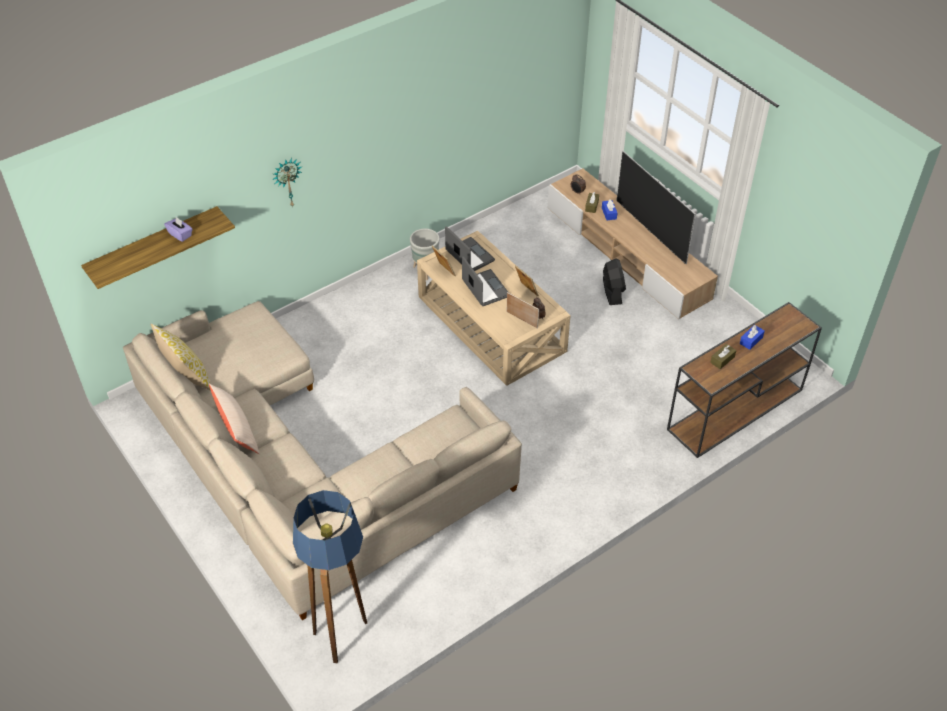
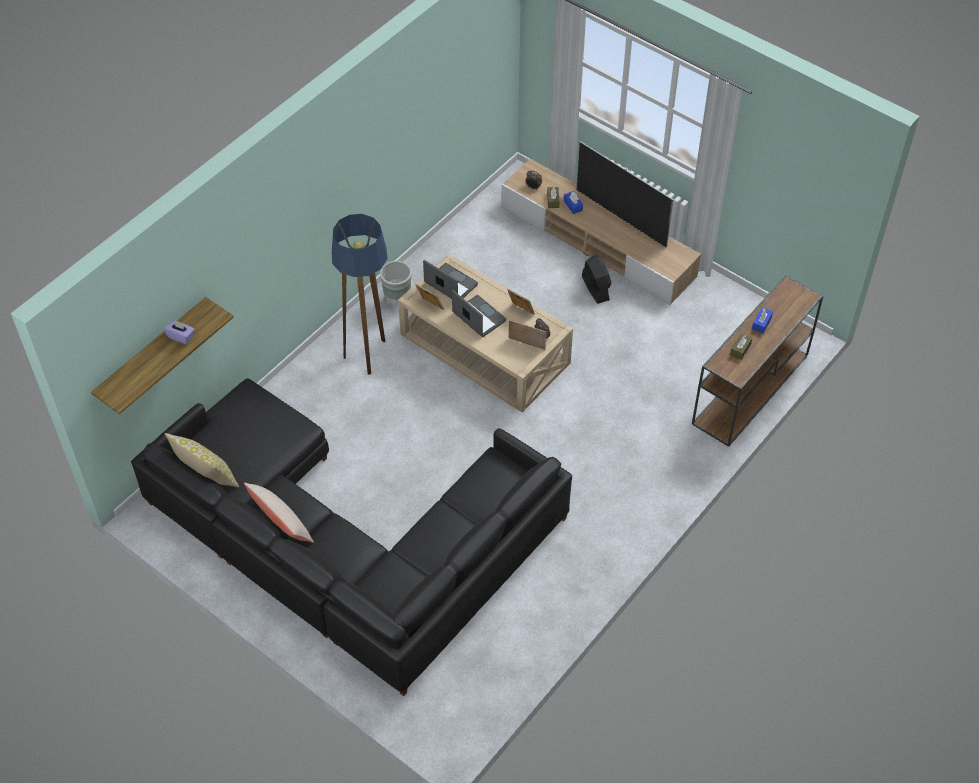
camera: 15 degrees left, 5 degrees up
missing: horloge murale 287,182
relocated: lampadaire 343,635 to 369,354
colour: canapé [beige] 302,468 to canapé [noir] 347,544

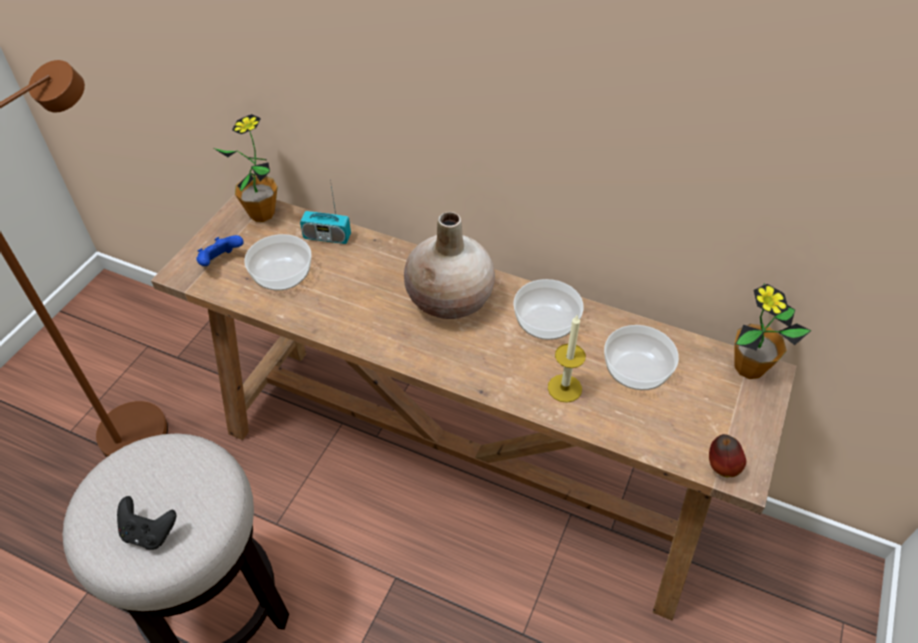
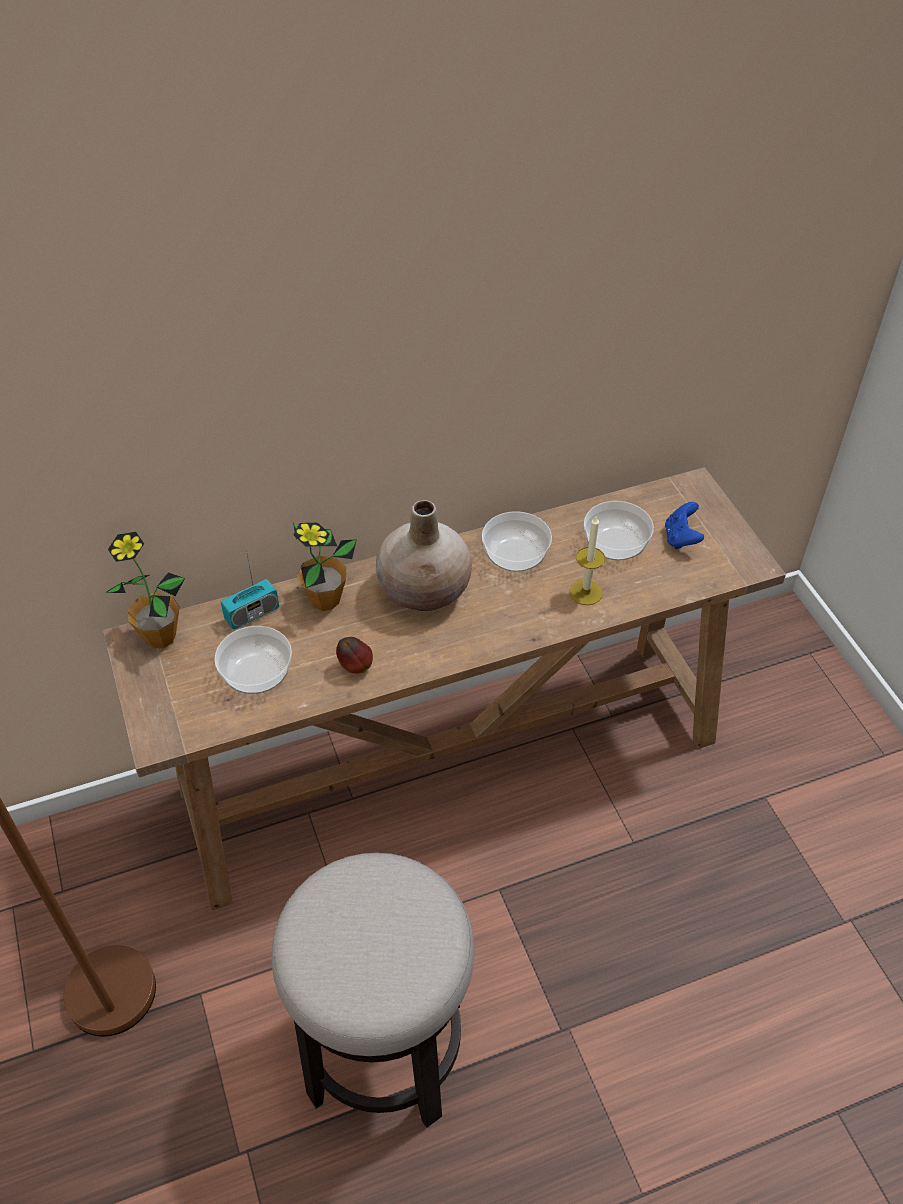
camera: 45 degrees left, 0 degrees up
missing: manette [noir] 149,533
relocated: manette [bleu] 221,262 to 681,538; pomme 721,467 to 355,668; plante en pot 749,368 to 325,600

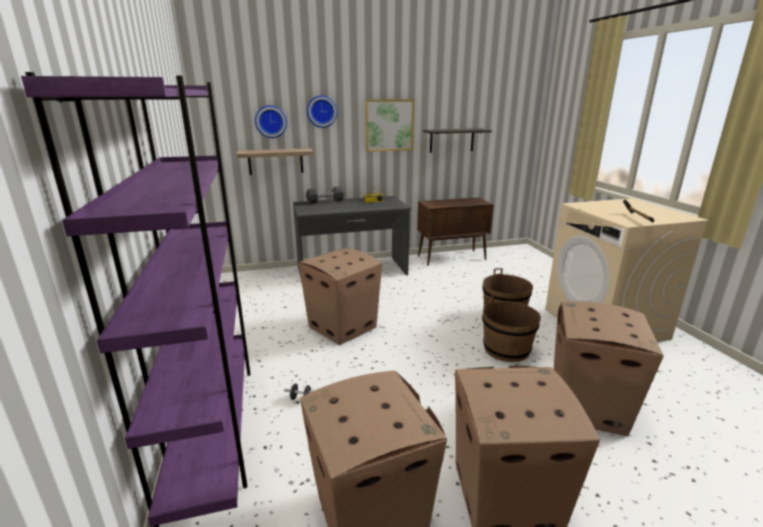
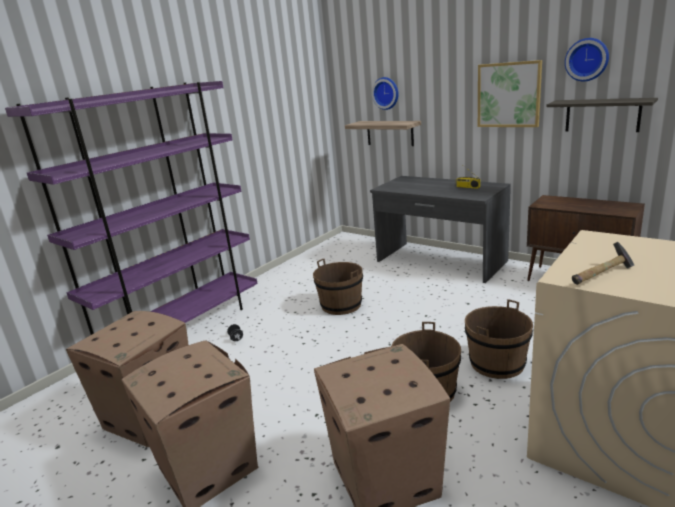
camera: 55 degrees right, 0 degrees up
missing: haltère [noir] 325,201
relocated: horloge murale 321,111 to 587,59
exchanged: carton 341,327 to seau [marron] 341,305

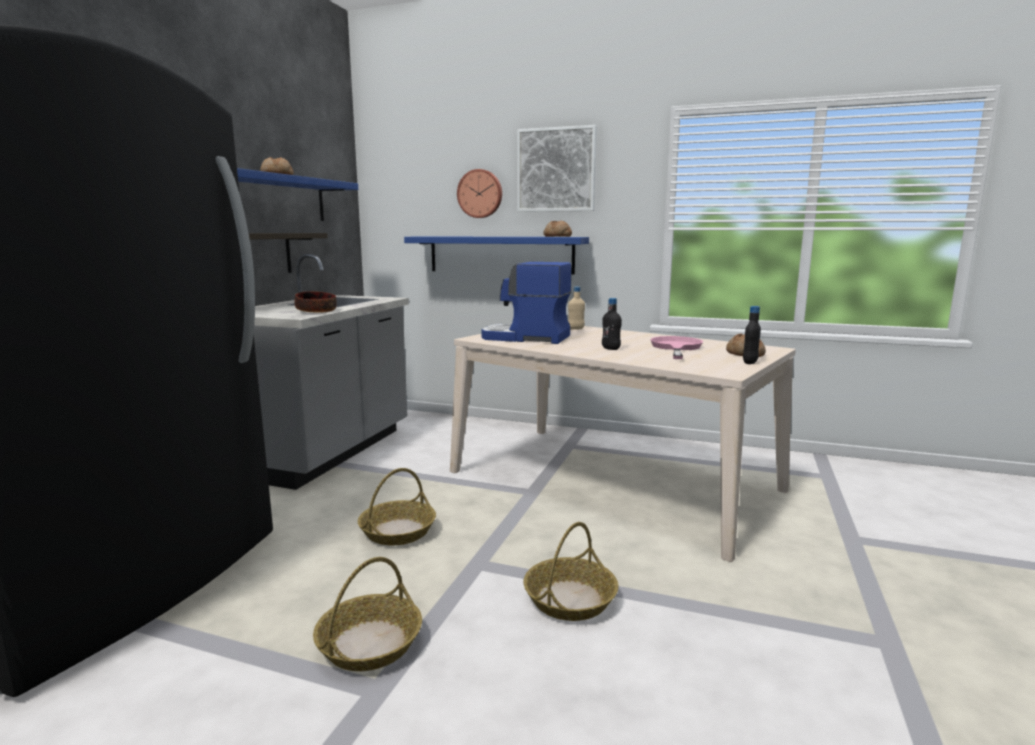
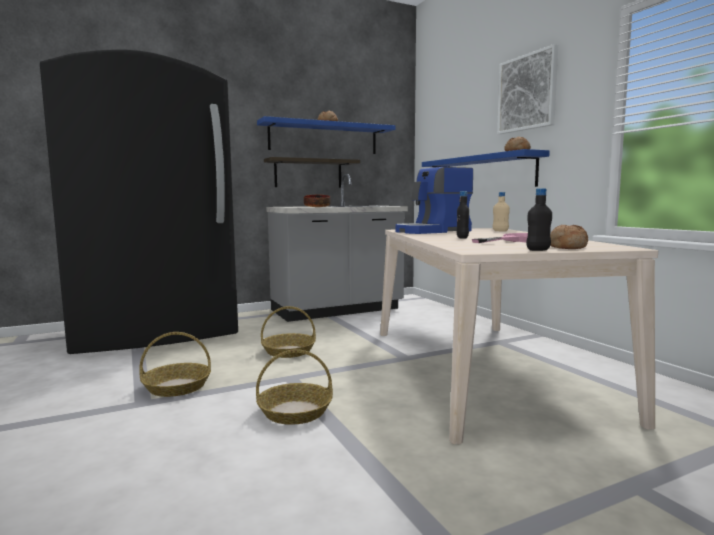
camera: 45 degrees right, 5 degrees down
missing: horloge murale 480,194
spun: machine à café 525,338 = 433,231 90 degrees counterclockwise

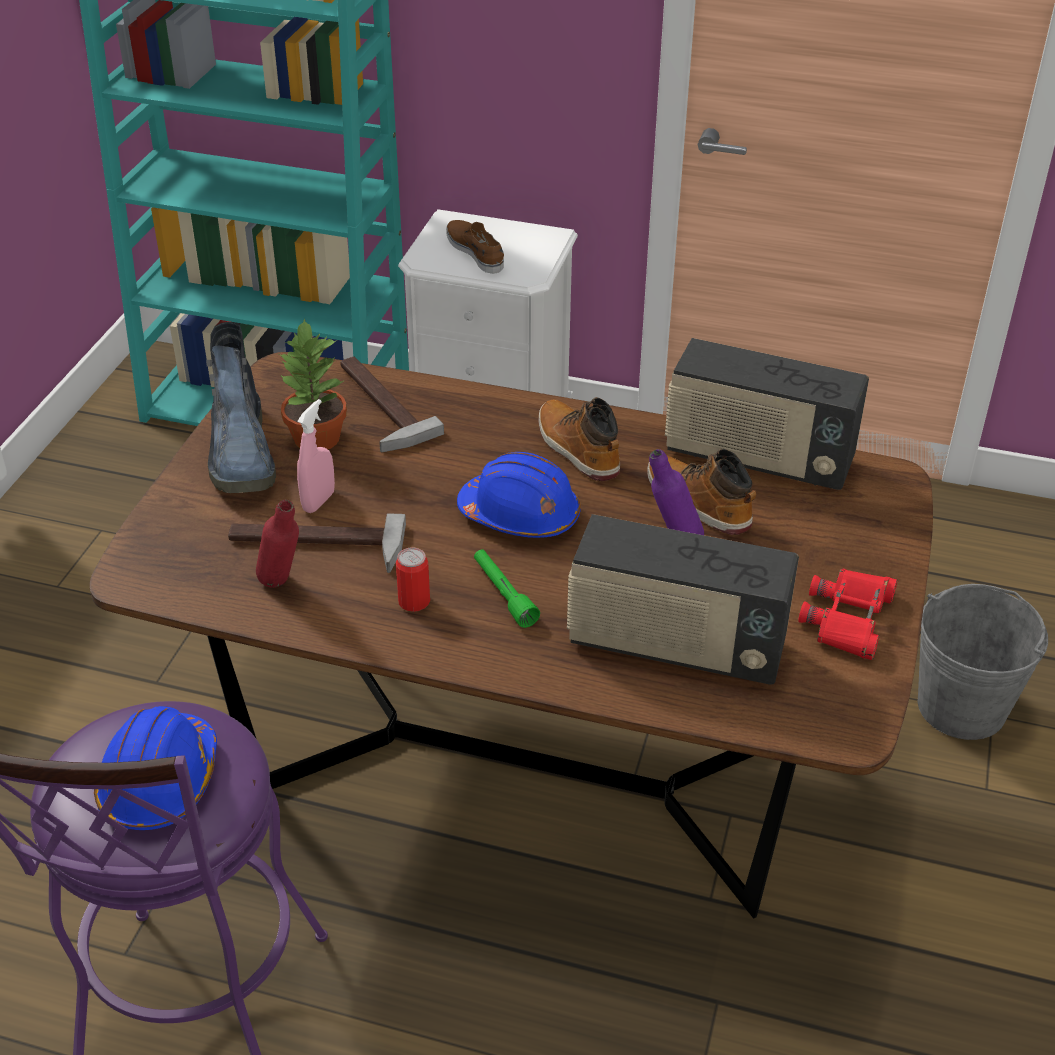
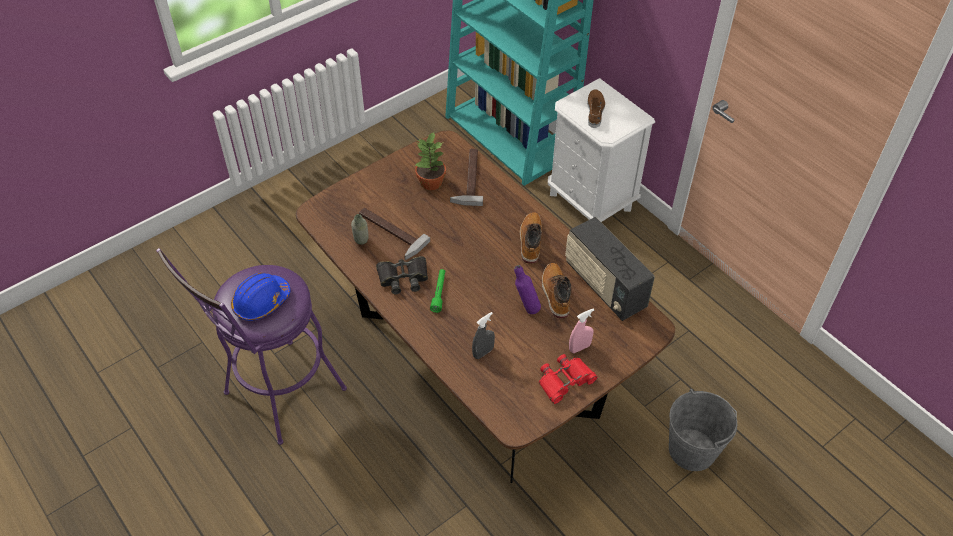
camera: 35 degrees right, 10 degrees up
missing: botte 242,455; casque de chantier [bleu] 520,515
relocated: vaporisateur [rose] 318,501 to 579,348
exchanged: boîte métallique 414,601 to jumelles [noir] 403,278; radio 675,646 to vaporisateur [gris] 483,352
colour: bouteille [rouge] 283,587 to bouteille [gris] 362,245

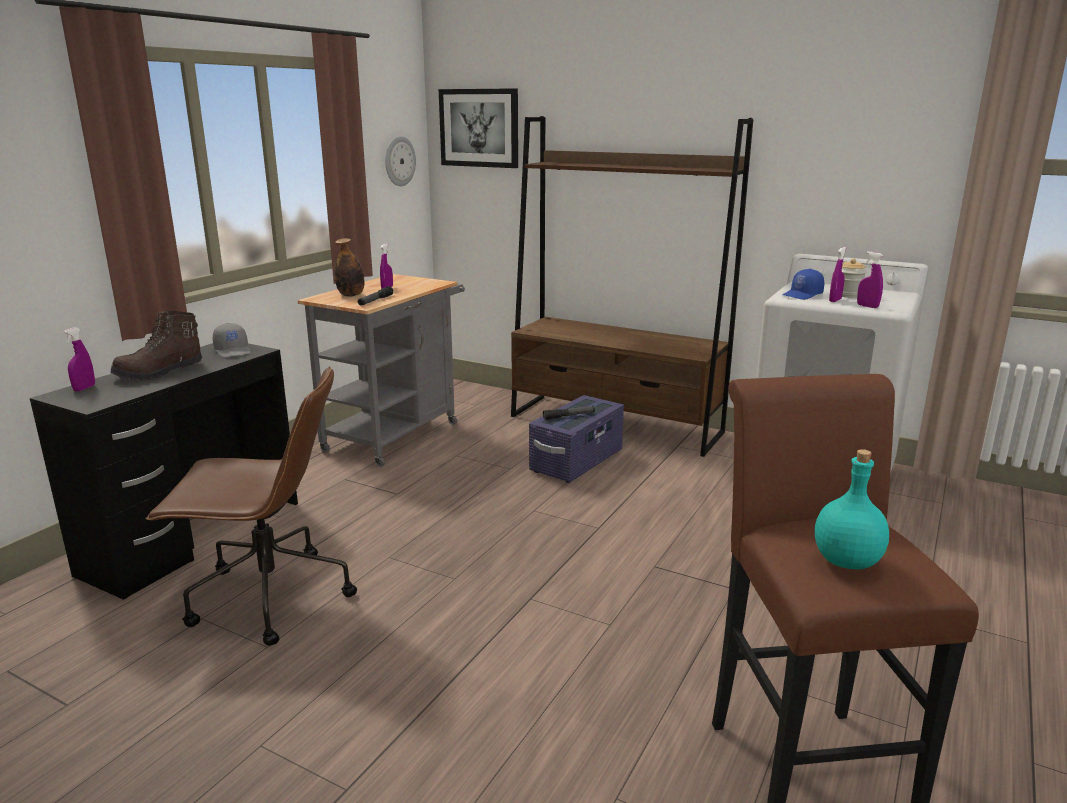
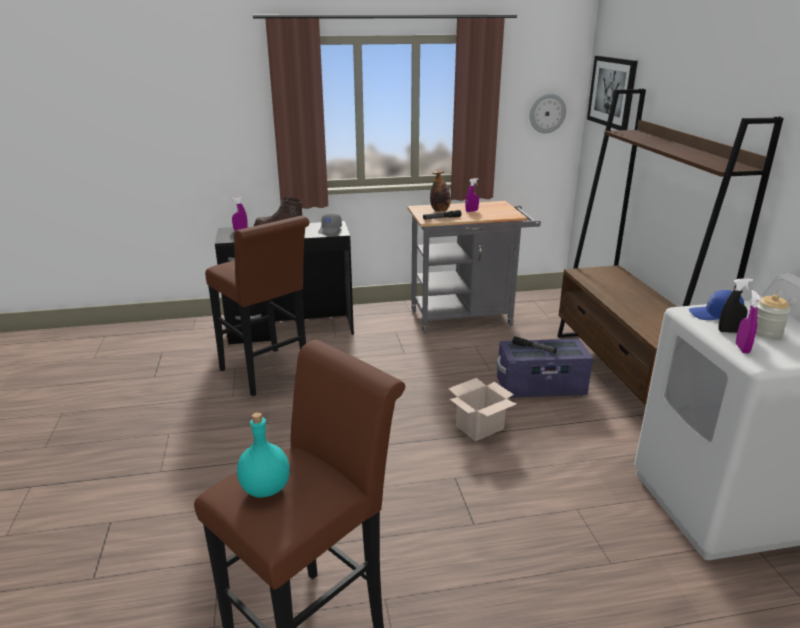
camera: 50 degrees right, 5 degrees up
appeared: carton 480,427
exchanged: chaise de bureau [marron] 268,597 to tabouret [marron] 268,374
colour: vaporisateur [violet] 835,300 to vaporisateur [noir] 729,331

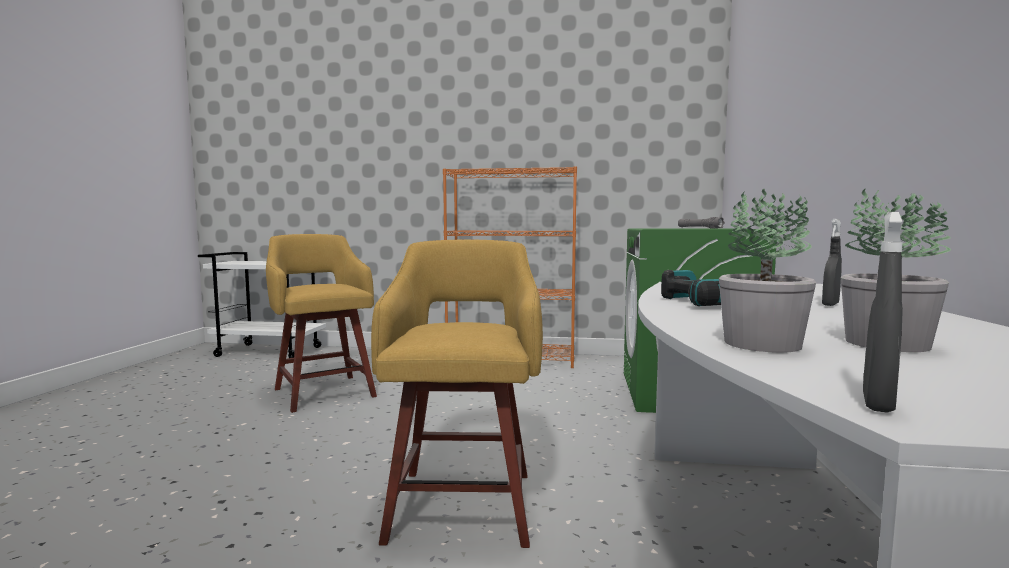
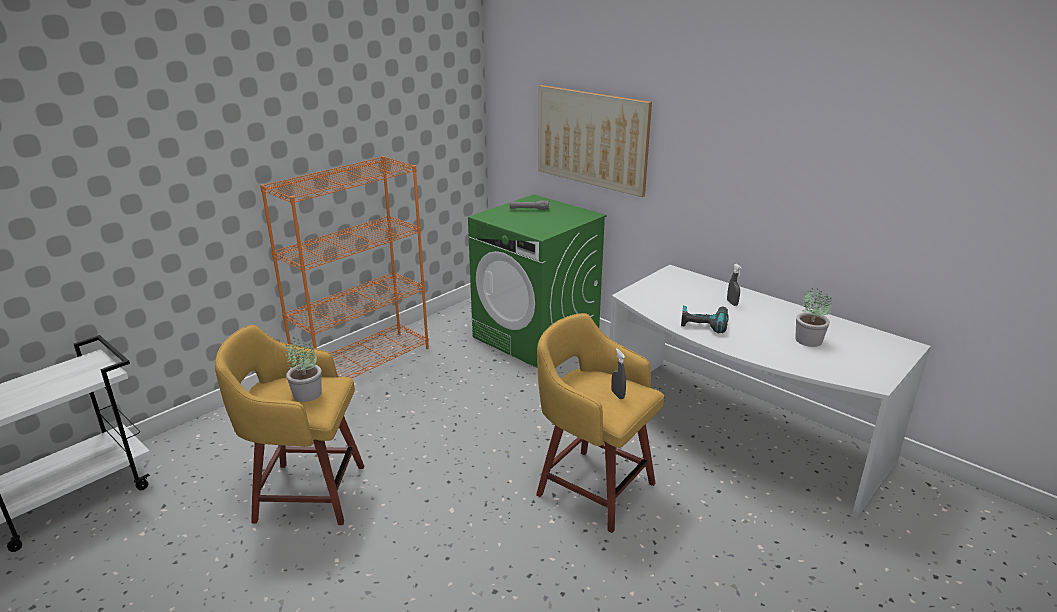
camera: 55 degrees left, 20 degrees up
appeared: tableau 591,138
relocated: plante en pot 760,343 to 306,394; vaporisateur [gris] 877,403 to 617,395

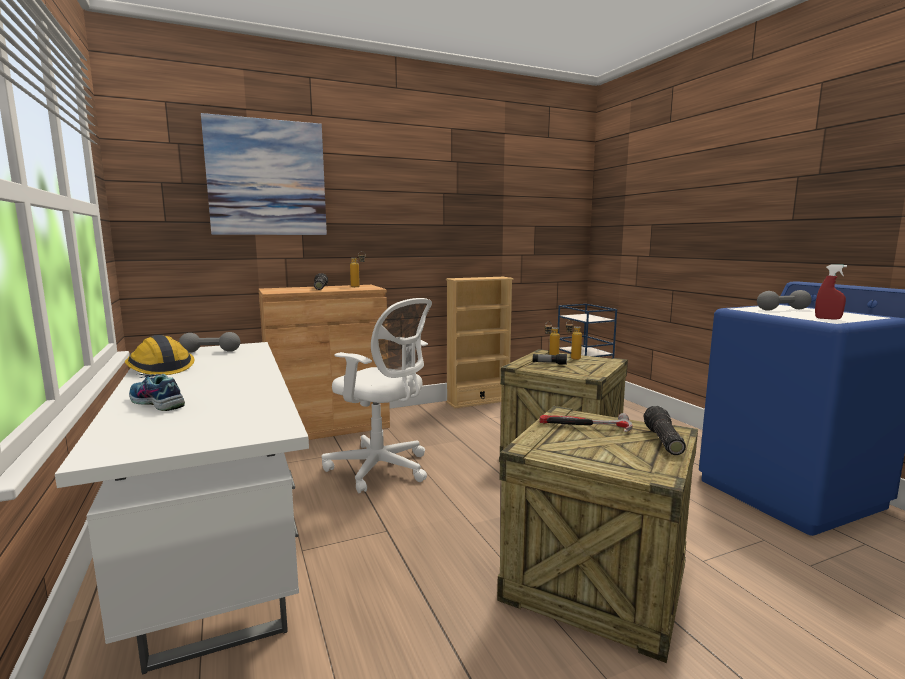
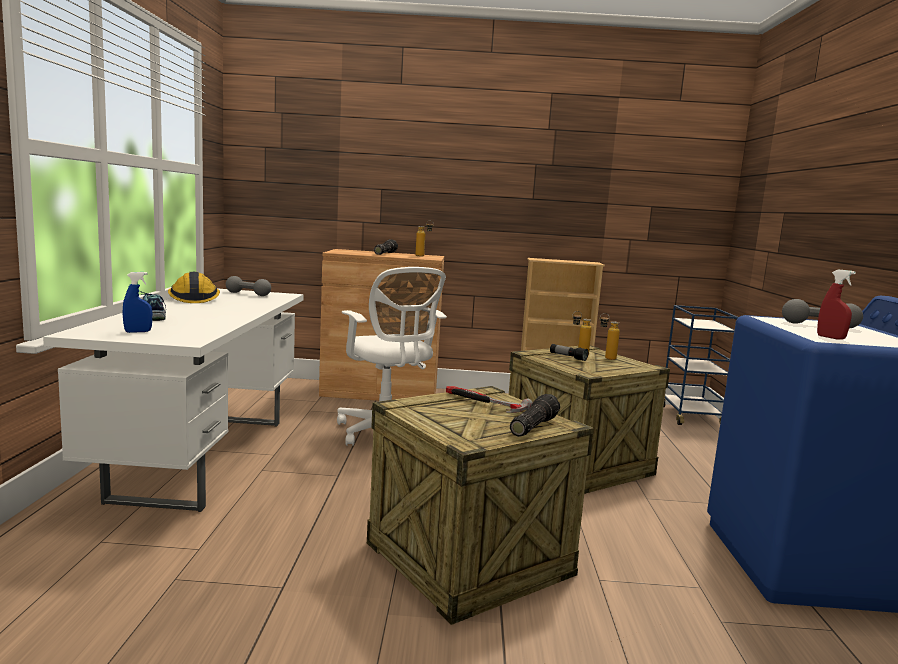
camera: 25 degrees right, 0 degrees up
missing: tableau 267,178
appeared: vaporisateur [bleu] 138,331

